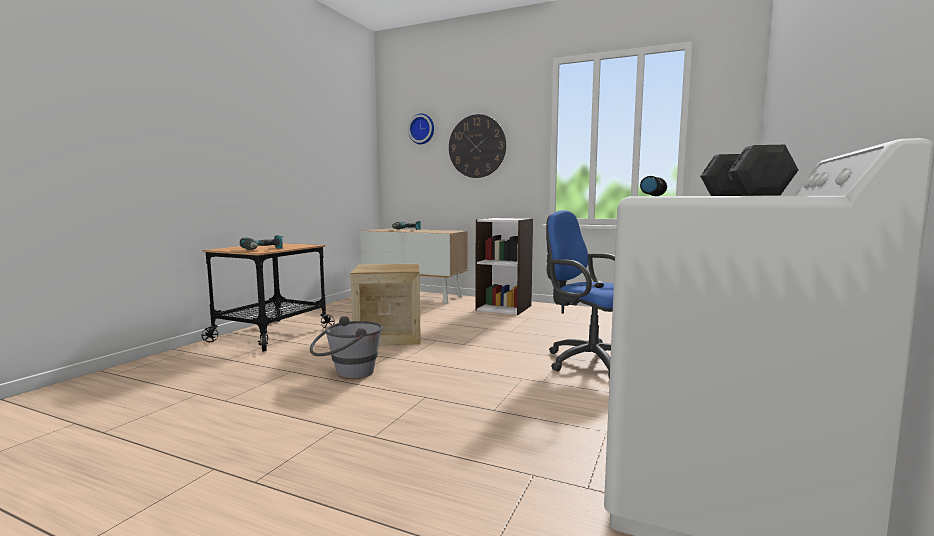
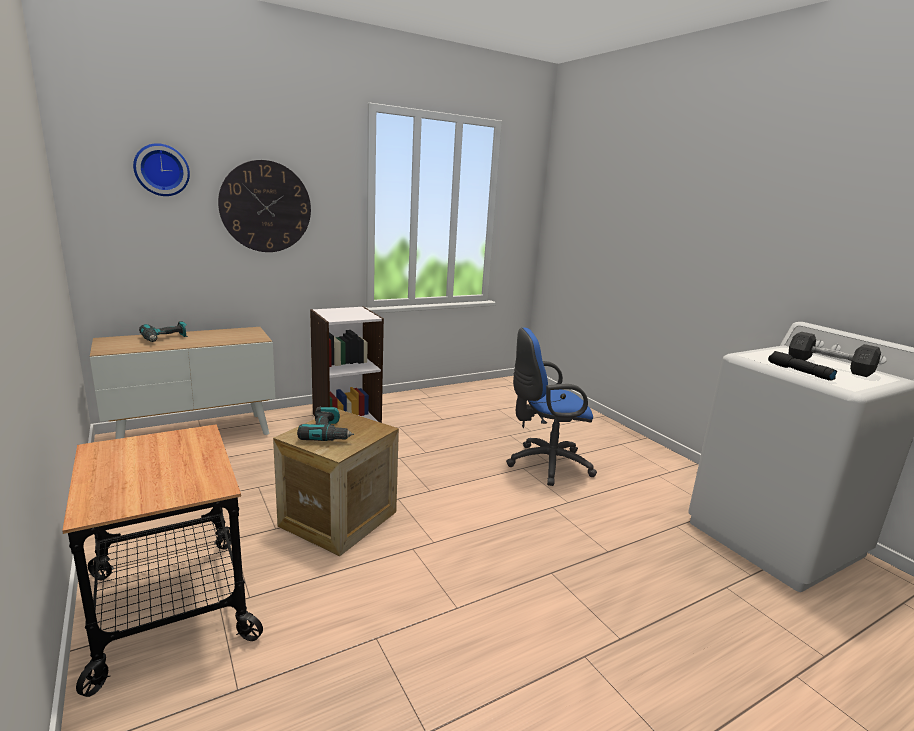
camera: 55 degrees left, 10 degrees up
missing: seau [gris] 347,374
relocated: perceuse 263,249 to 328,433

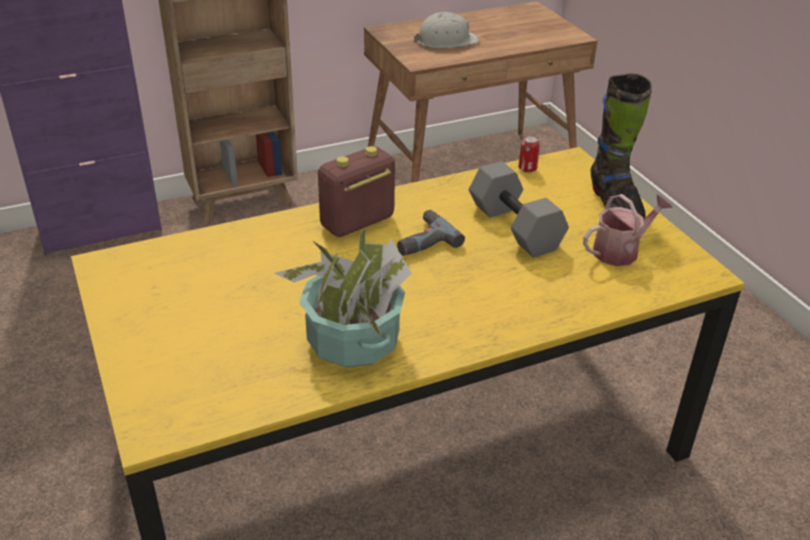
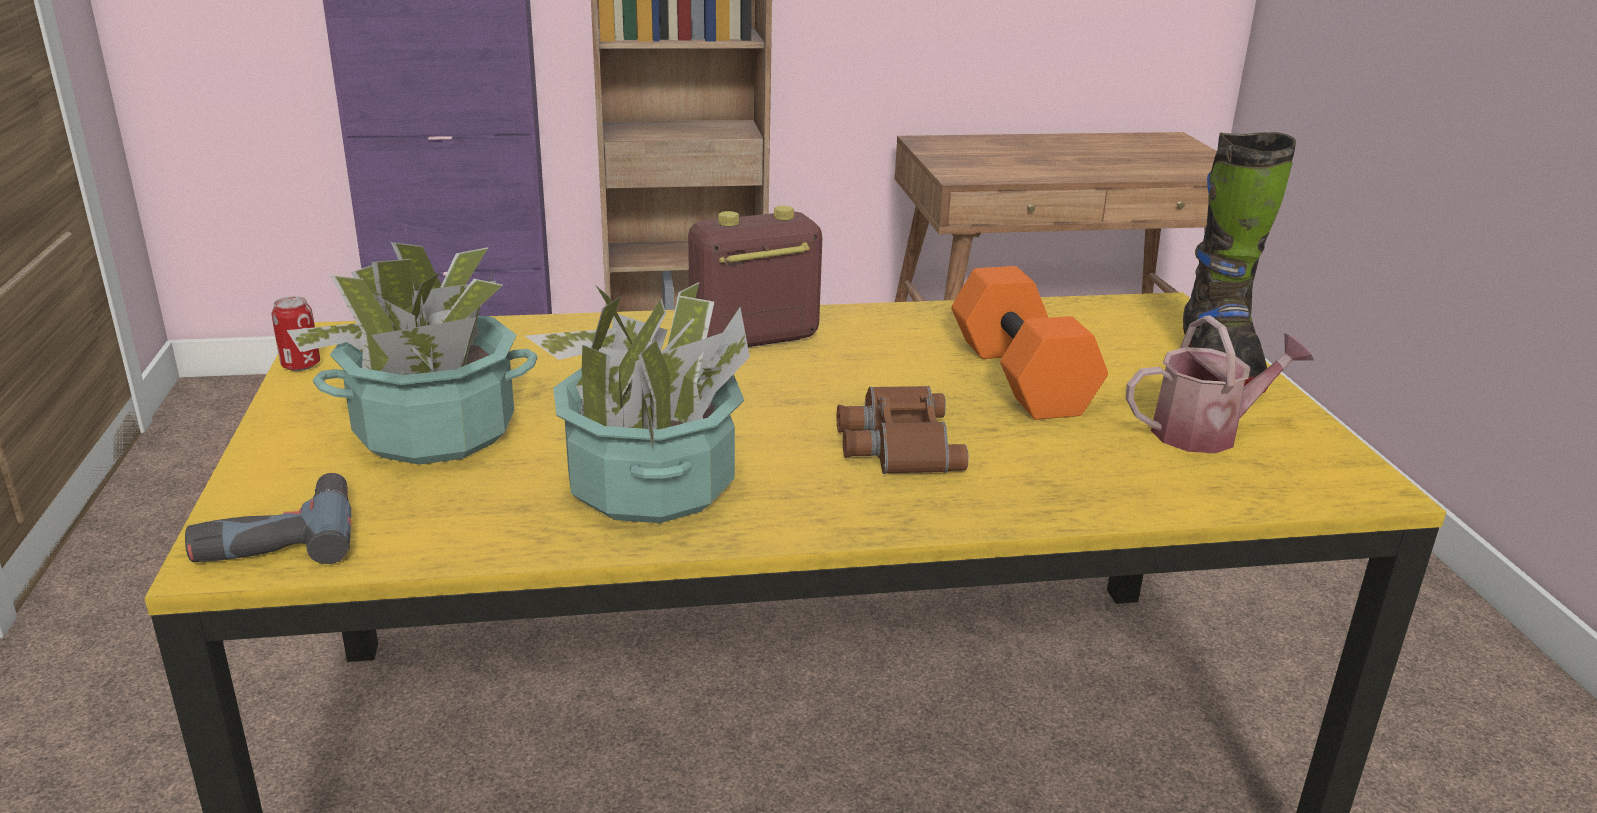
camera: 15 degrees right, 10 degrees down
missing: casque de chantier [blanc] 446,41
appeared: plante en pot 436,432; jumelles [marron] 895,443
relocated: perceuse 421,240 to 276,536; boîte métallique 527,169 to 301,365
colour: haltère [gris] 512,227 to haltère [orange] 1016,376

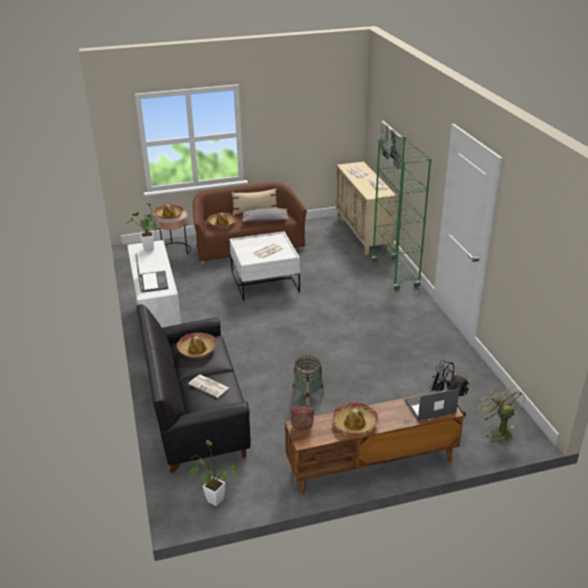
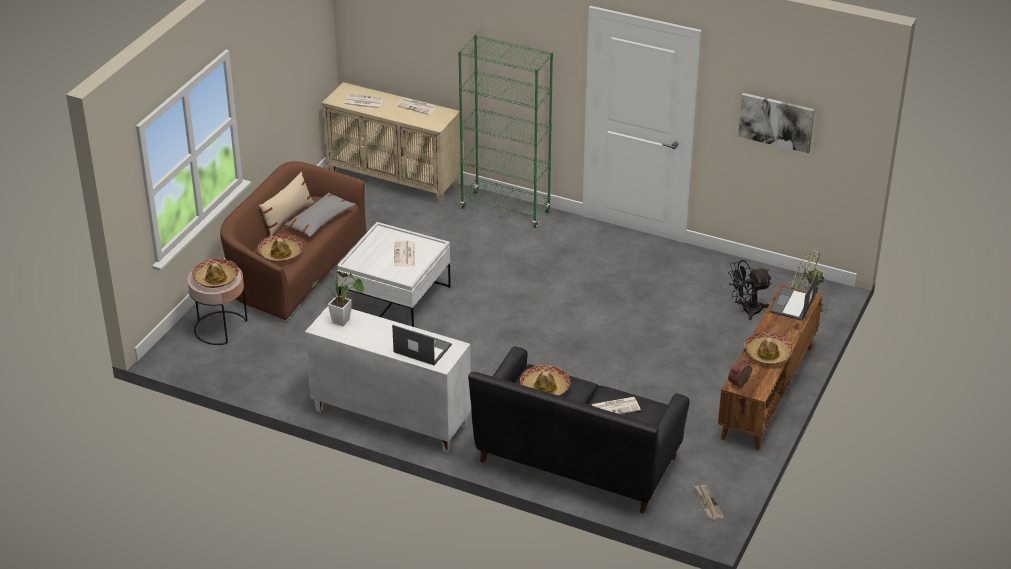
camera: 50 degrees left, 5 degrees up
missing: panier 308,395
relocated: tableau 391,144 to 776,122
exchanged: plante en pot 212,499 to journal 707,503

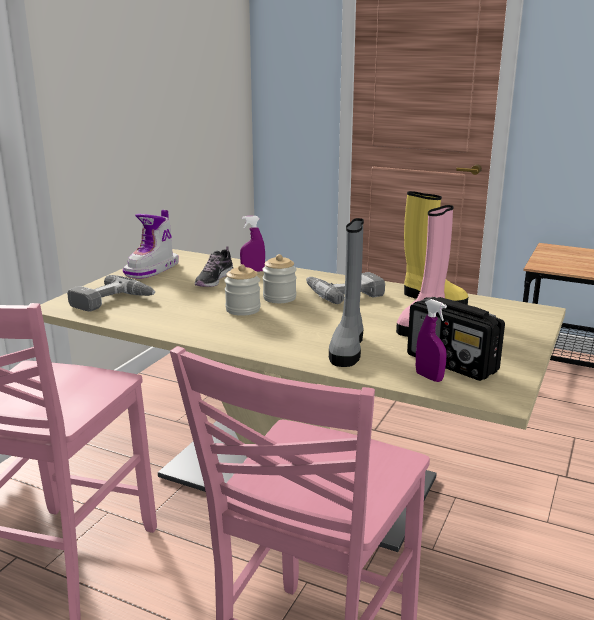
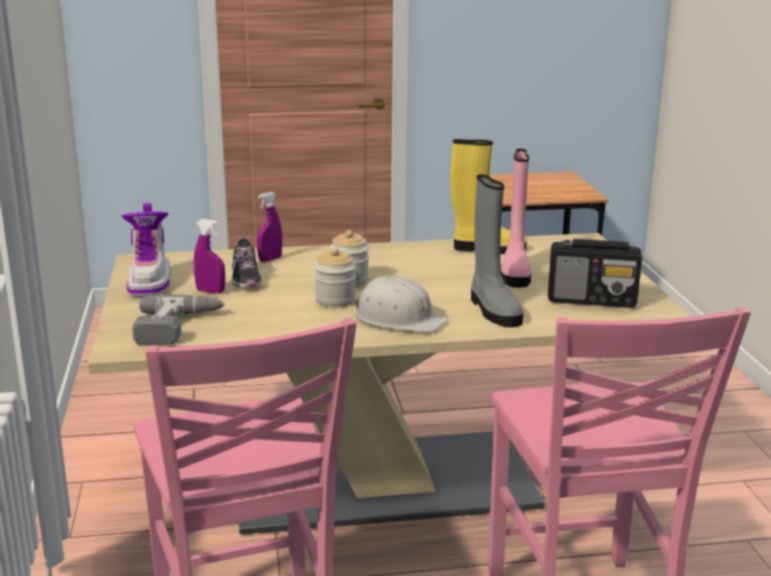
camera: 35 degrees left, 0 degrees up
missing: perceuse 343,293
appeared: casque de chantier [blanc] 398,318
relocated: vaporisateur [violet] 429,377 to 210,291

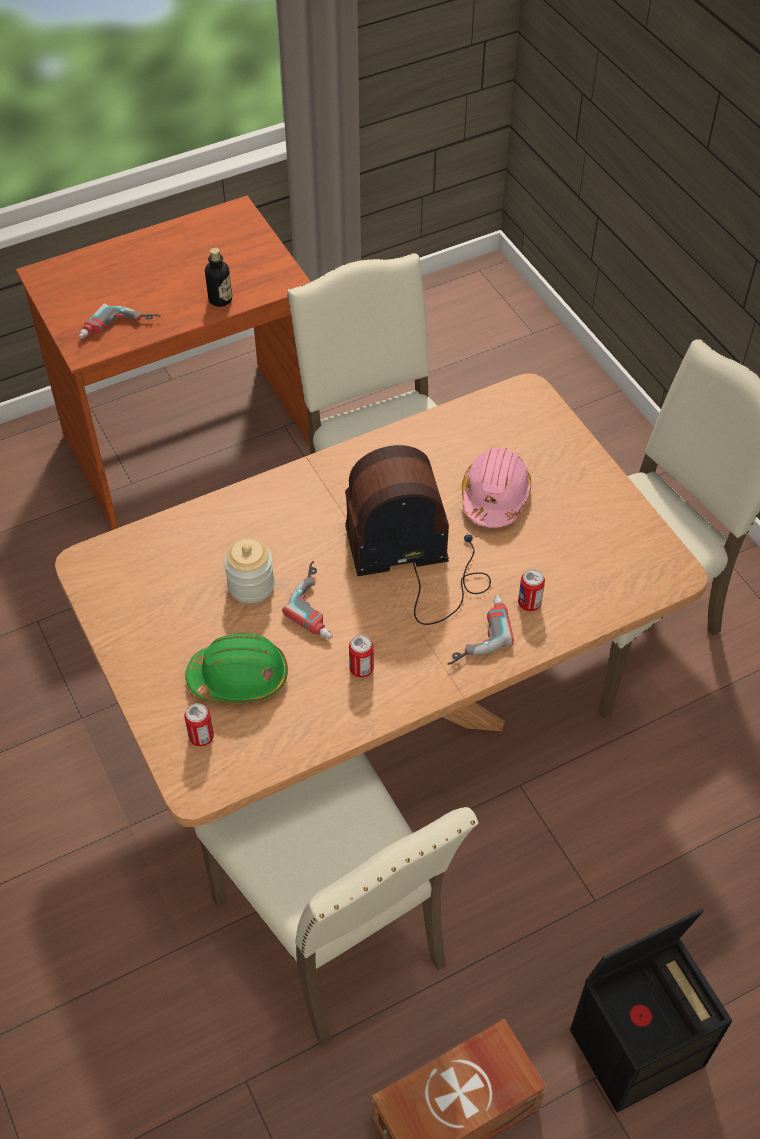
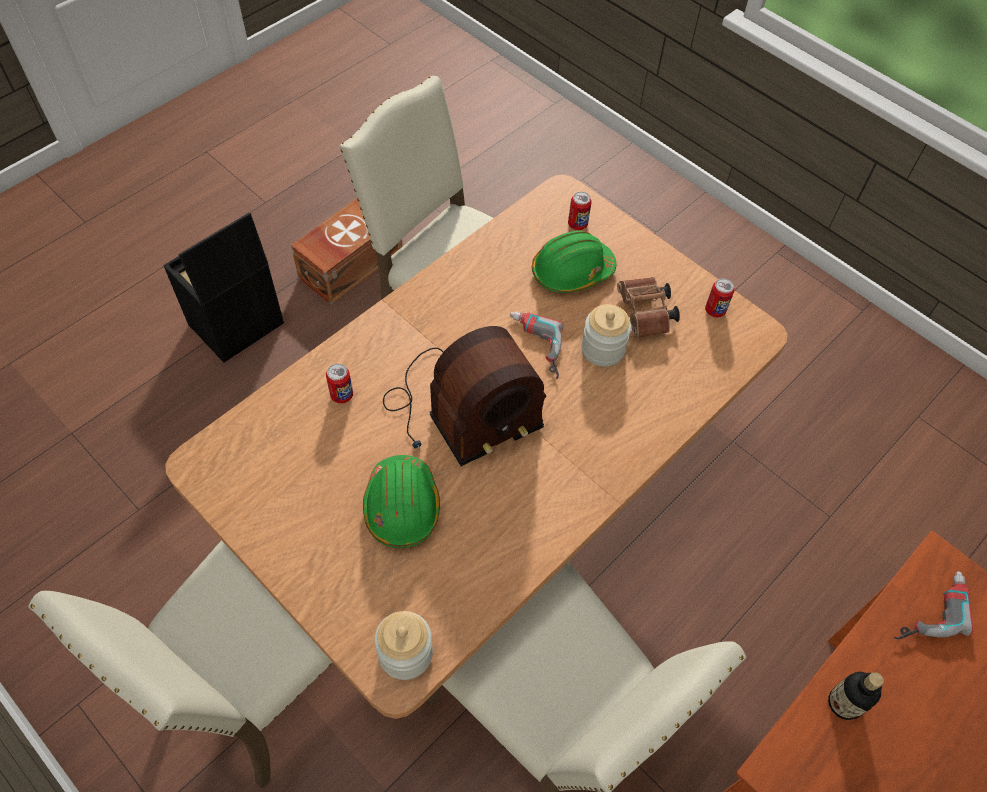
camera: 160 degrees right, 5 degrees up
missing: perceuse 475,633
appeared: bocal 405,654; jumelles [marron] 645,315
relocated: boîte métallique 361,669 to 715,310
colour: casque de chantier [rose] 494,496 to casque de chantier [vert] 402,506

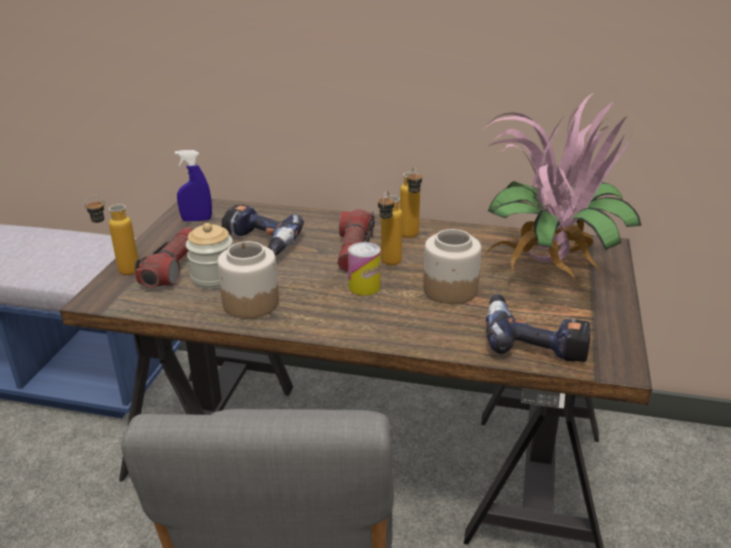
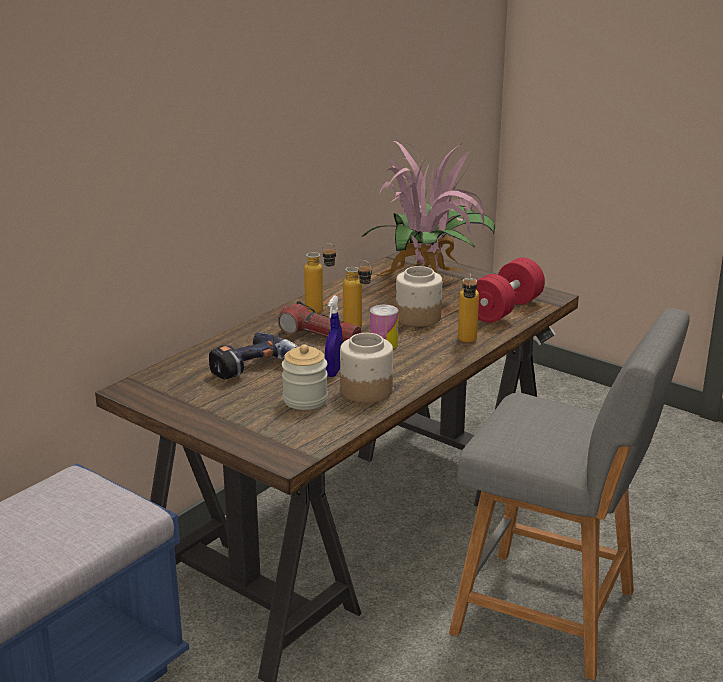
camera: 65 degrees left, 5 degrees down
missing: lampe de poche 172,268
relocated: bouteille 120,272 to 467,342; vaporisateur [bleu] 197,220 to 334,372
exchanged: perceuse 534,339 to haltère [rouge] 504,309

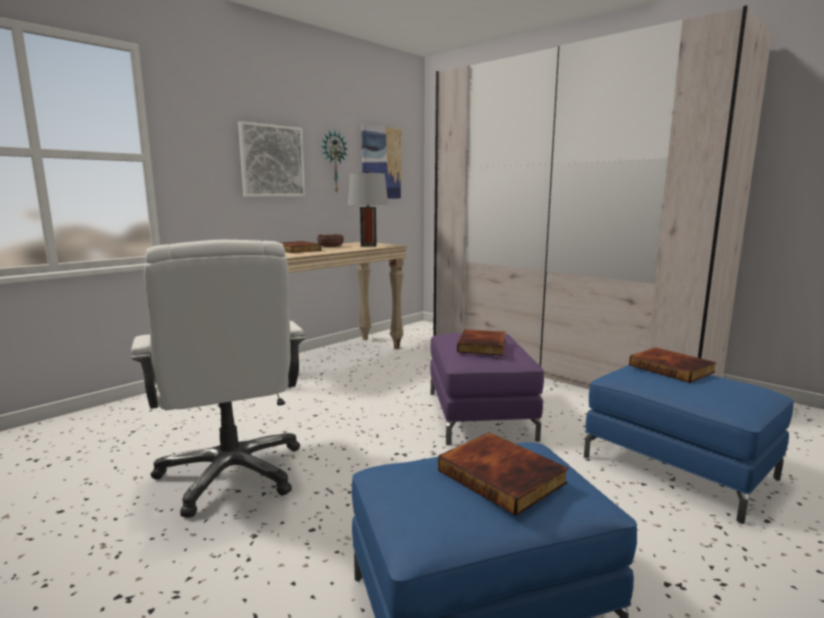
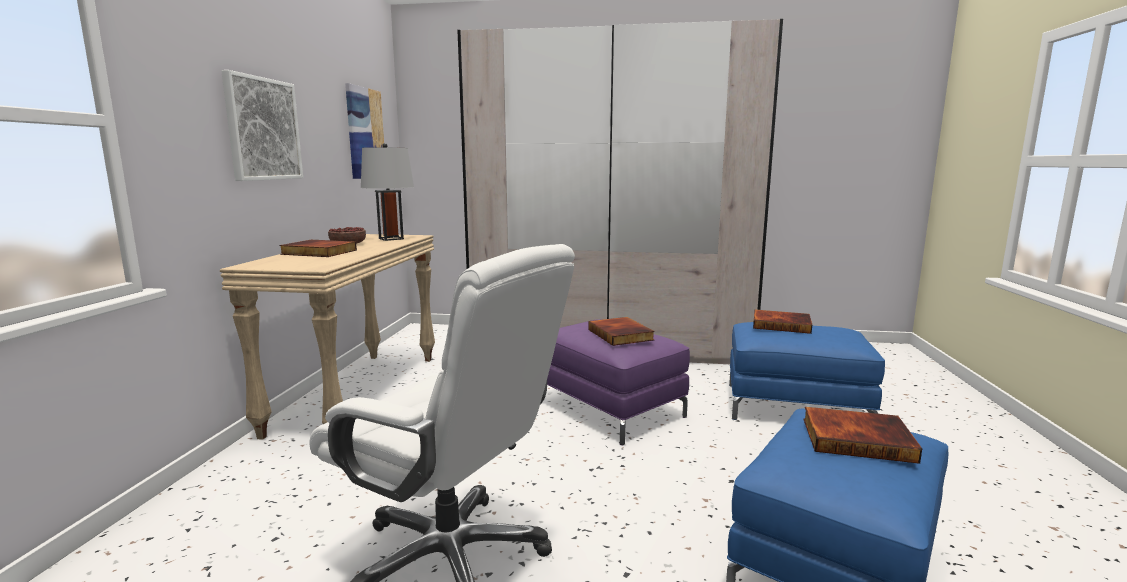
camera: 35 degrees left, 0 degrees up
missing: horloge murale 333,162

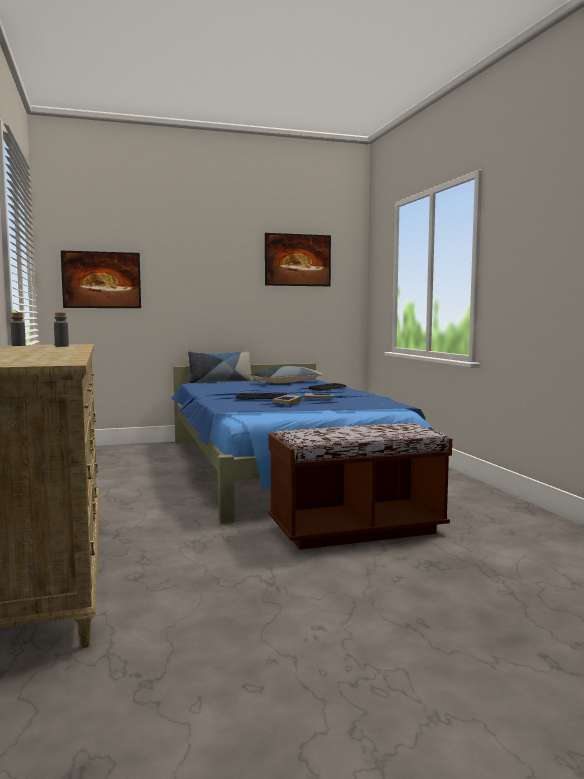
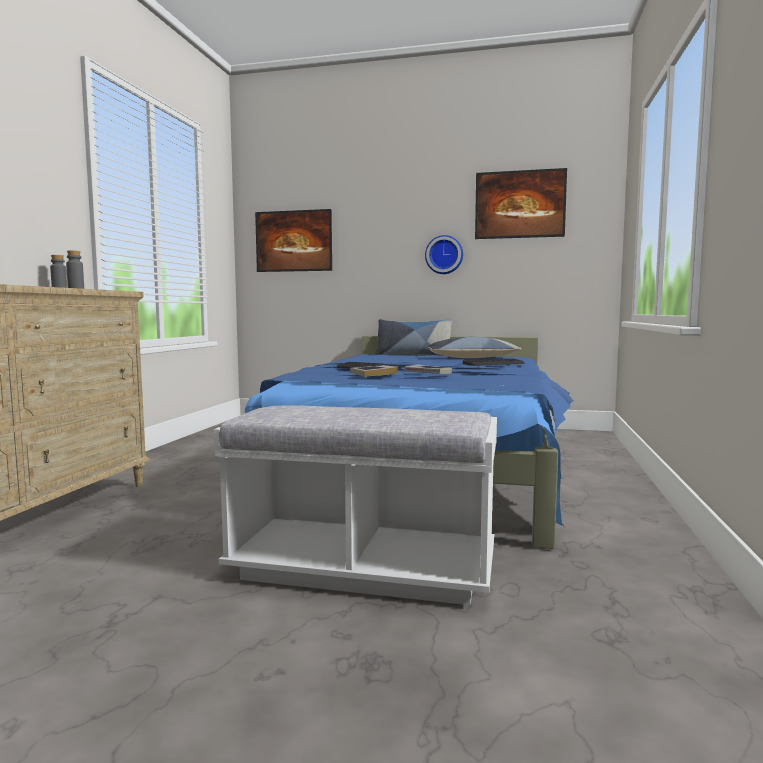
camera: 30 degrees right, 0 degrees up
appeared: horloge murale 444,255
colour: banc [marron] 357,529 to banc [blanc] 363,568

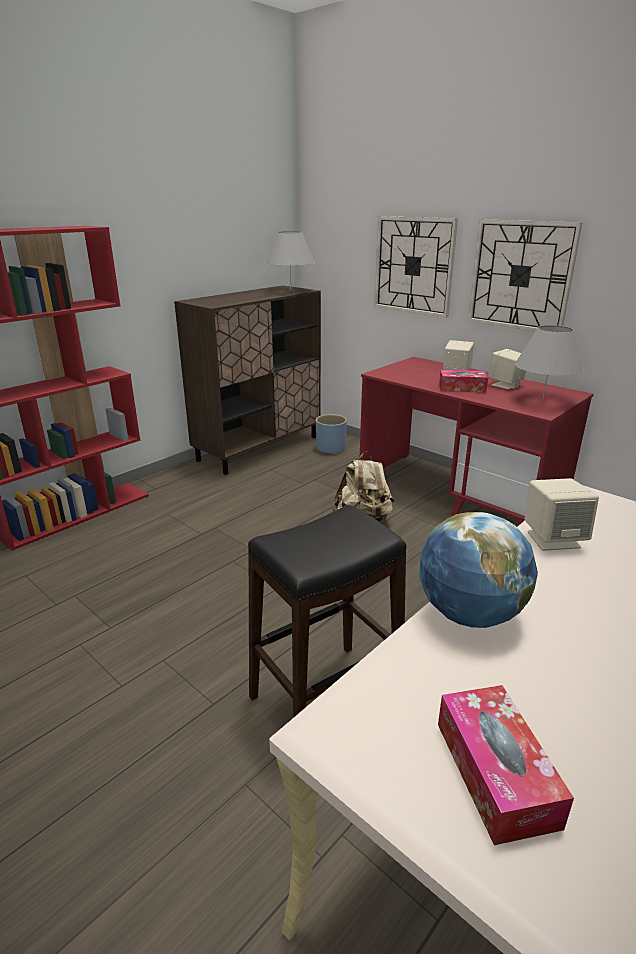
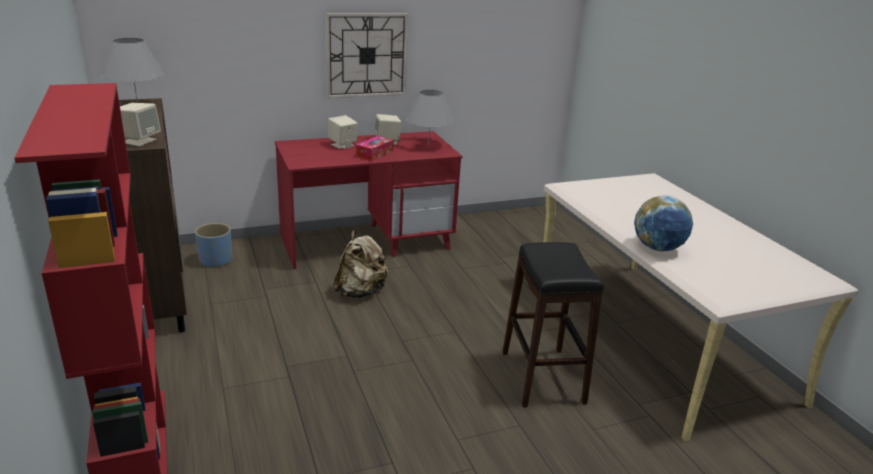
camera: 65 degrees left, 0 degrees up
missing: horloge murale 413,265; boîte à mouchoirs 495,772
relocated: enceinte [beige] 553,539 to 139,141

